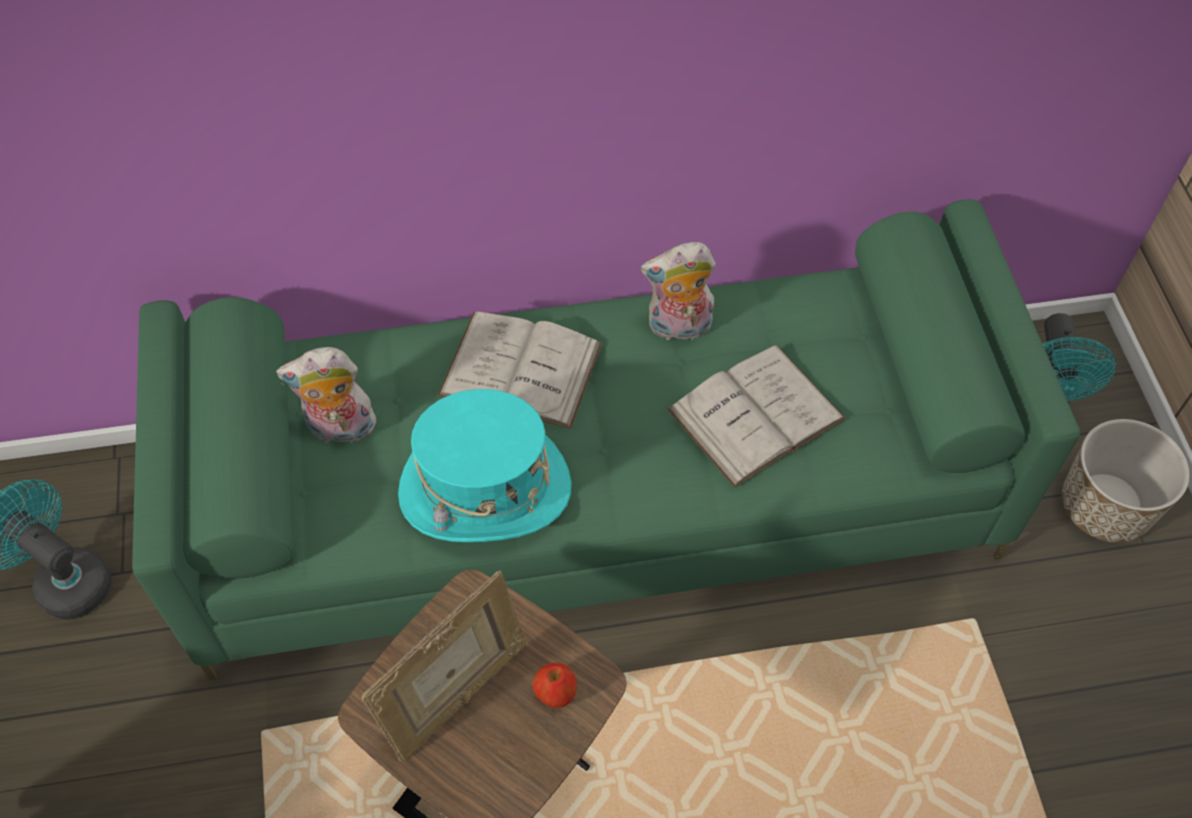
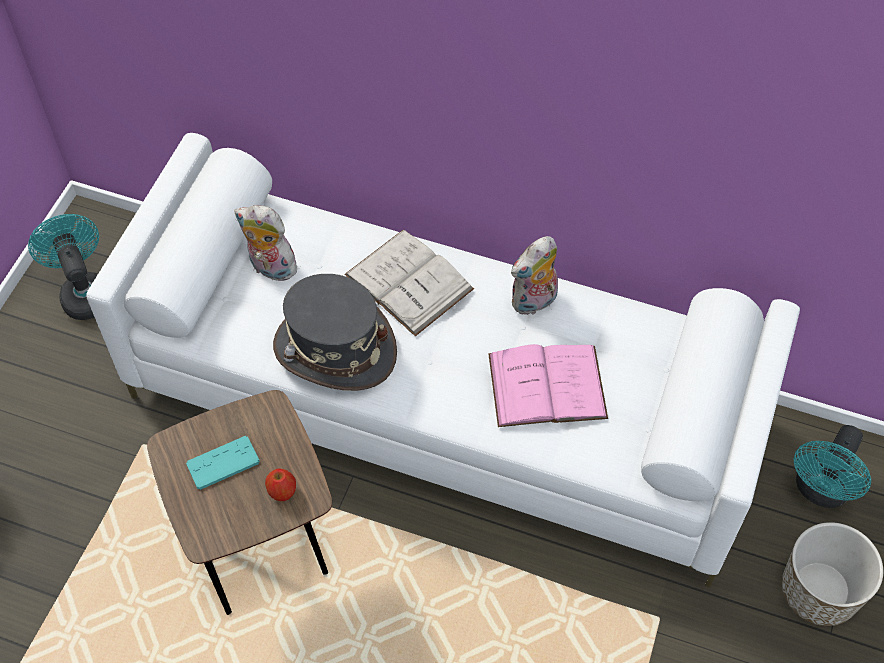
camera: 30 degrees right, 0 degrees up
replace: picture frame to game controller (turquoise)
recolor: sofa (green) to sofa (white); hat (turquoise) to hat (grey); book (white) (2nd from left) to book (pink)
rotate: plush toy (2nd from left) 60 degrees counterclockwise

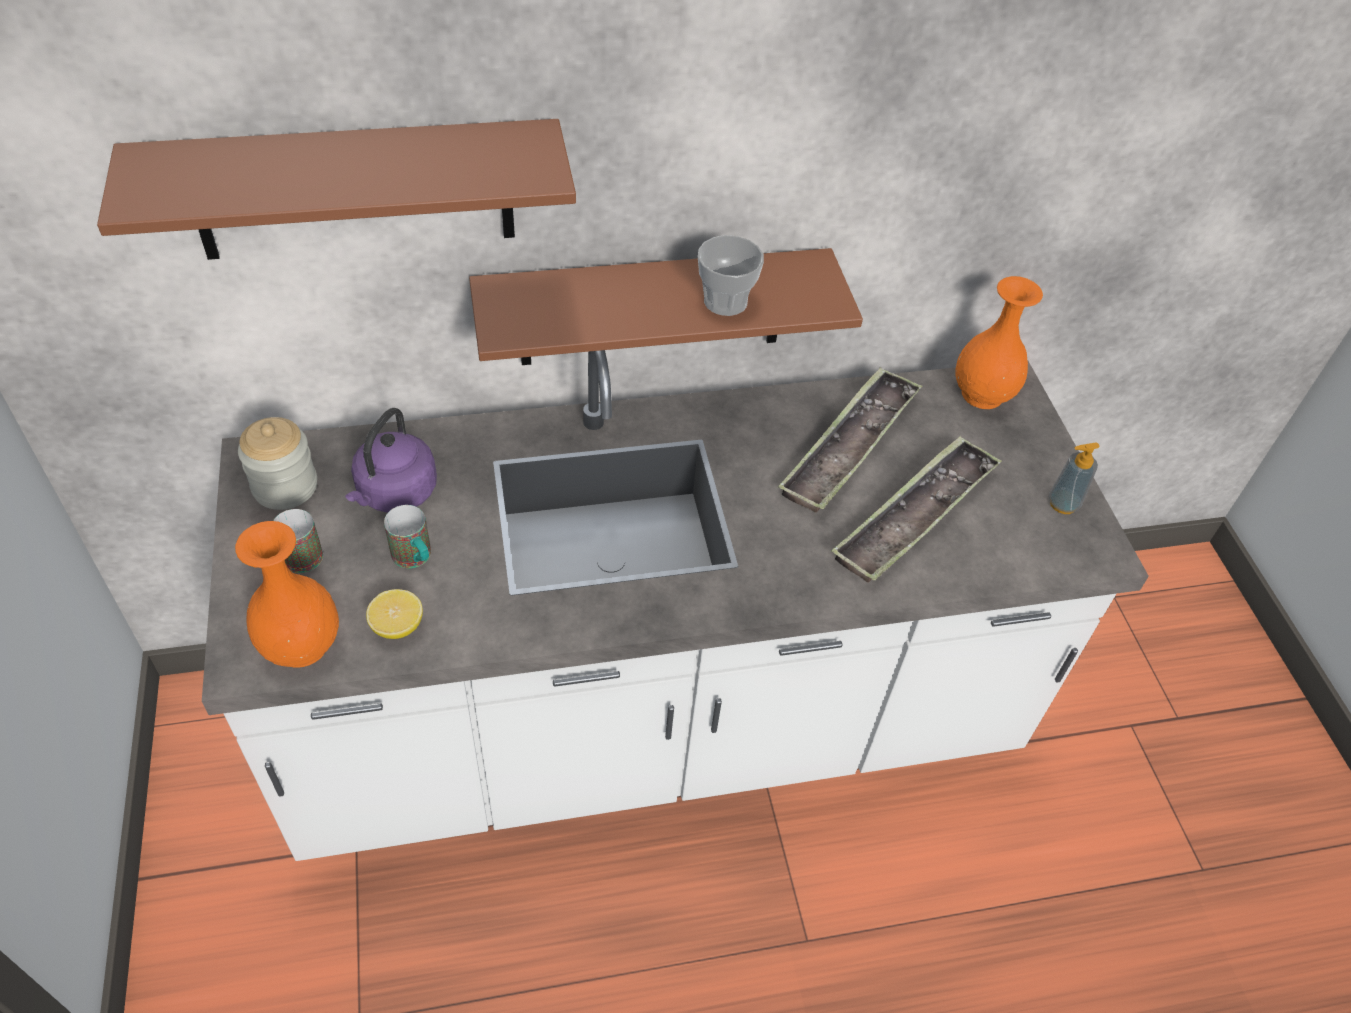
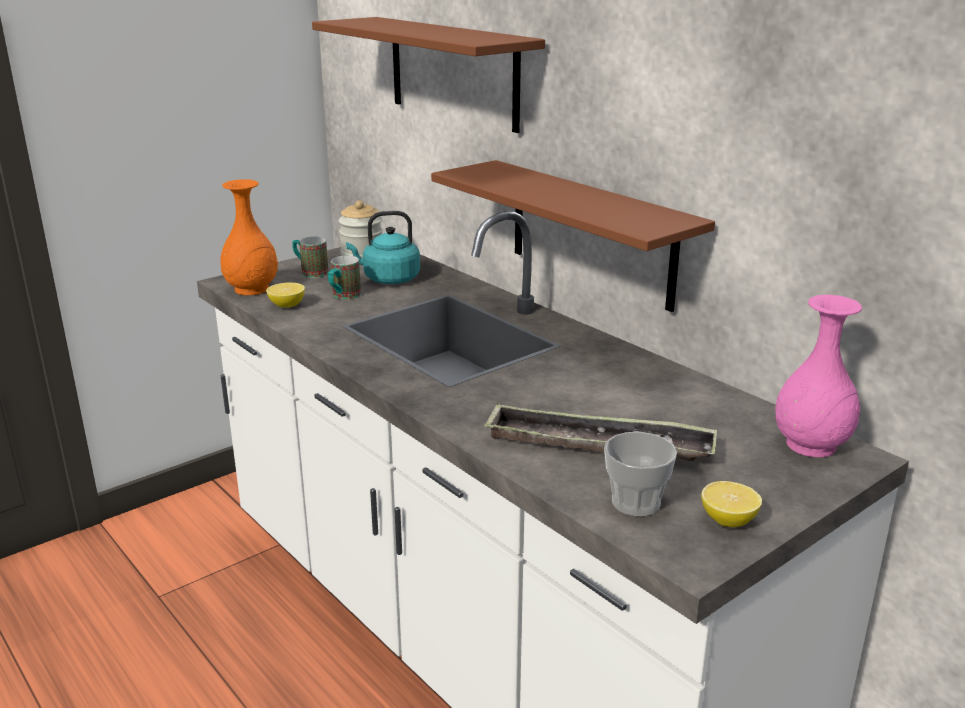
camera: 65 degrees right, 25 degrees down
delete: tray (1st from left)
move: cup
replace: soap dispenser to lemon (2nd from left)
recolor: kettle (purple) to kettle (turquoise); vase (orange) (2nd from left) to vase (pink)

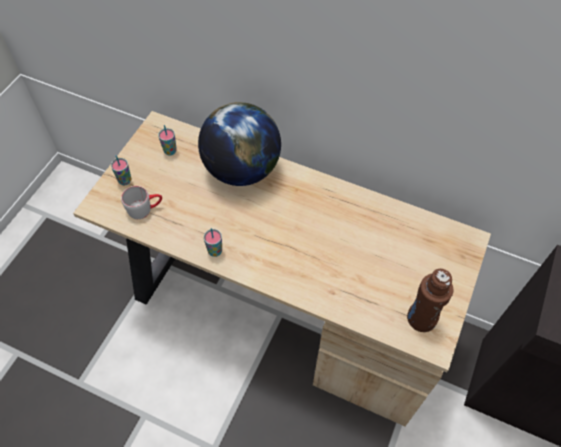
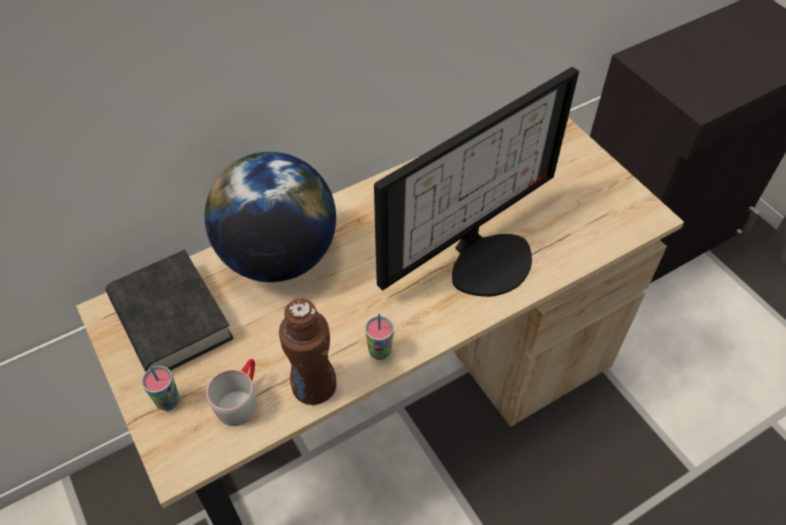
camera: 55 degrees left, 5 degrees down
insert: monitor
move: bottle (brown)
replace: cup (2nd from left) to book (black)

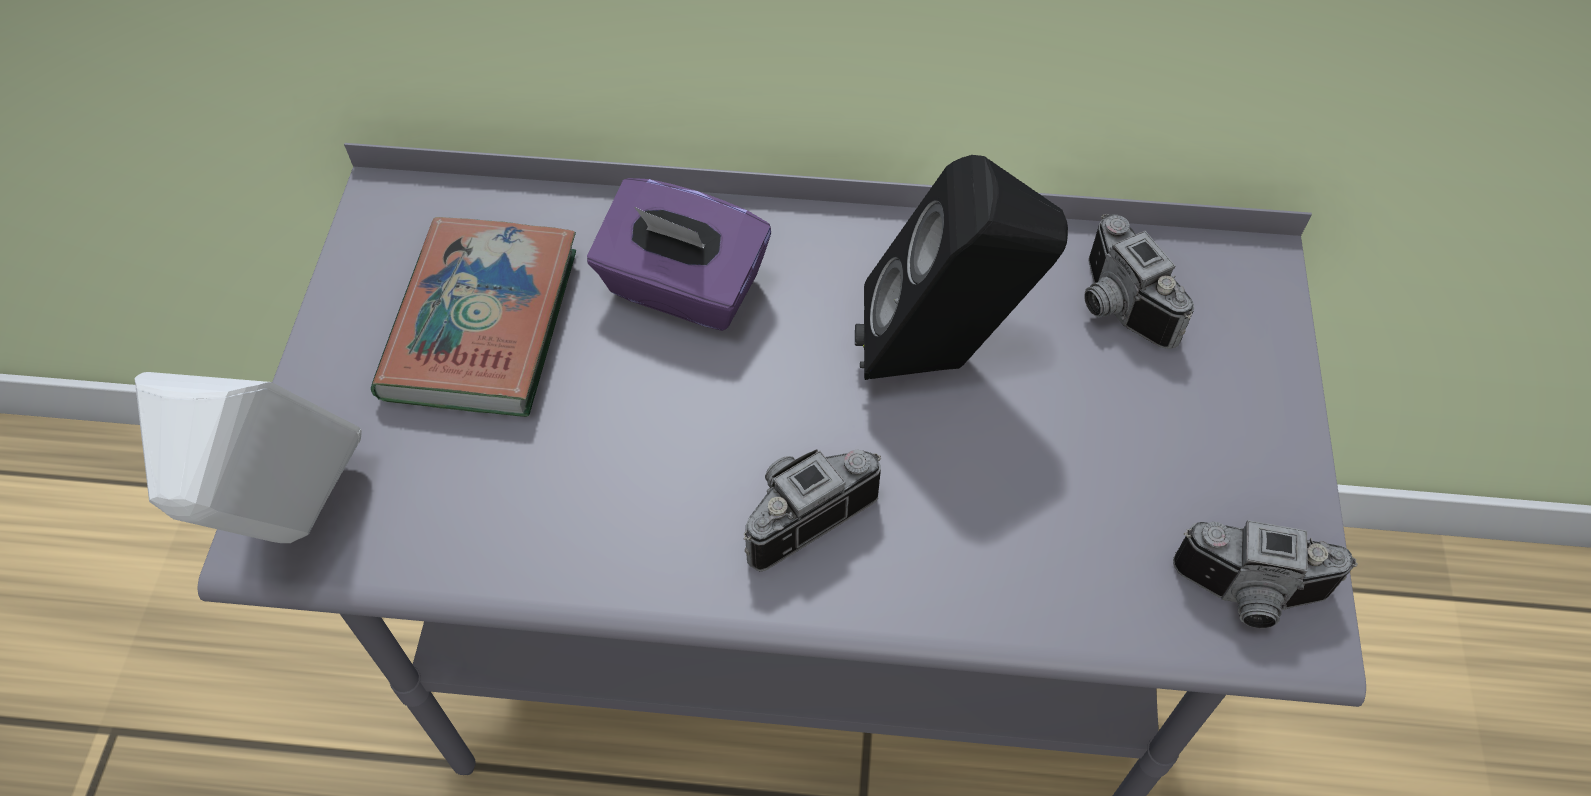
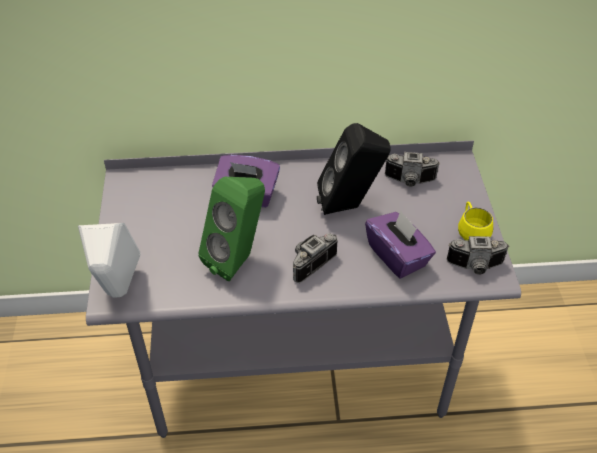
camera: 10 degrees left, 10 degrees down
delete: book
insert: speaker (green); tissue box (purple) (2nd from left); mug (yellow)
rotate: photo camera (2nd from left) 45 degrees counterclockwise

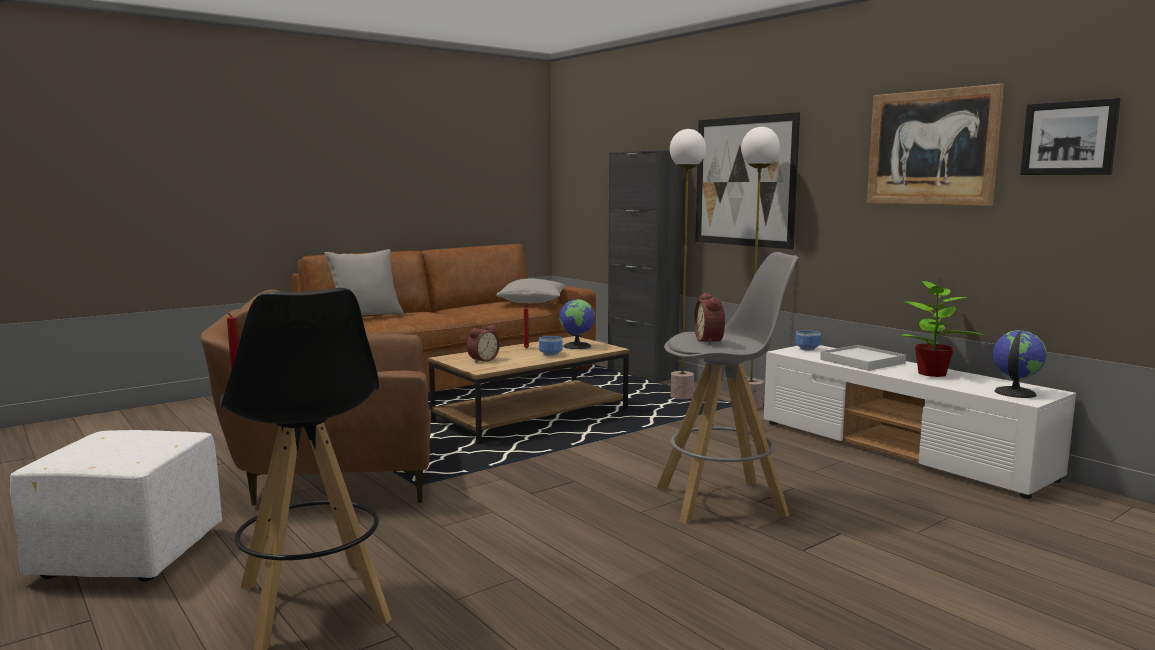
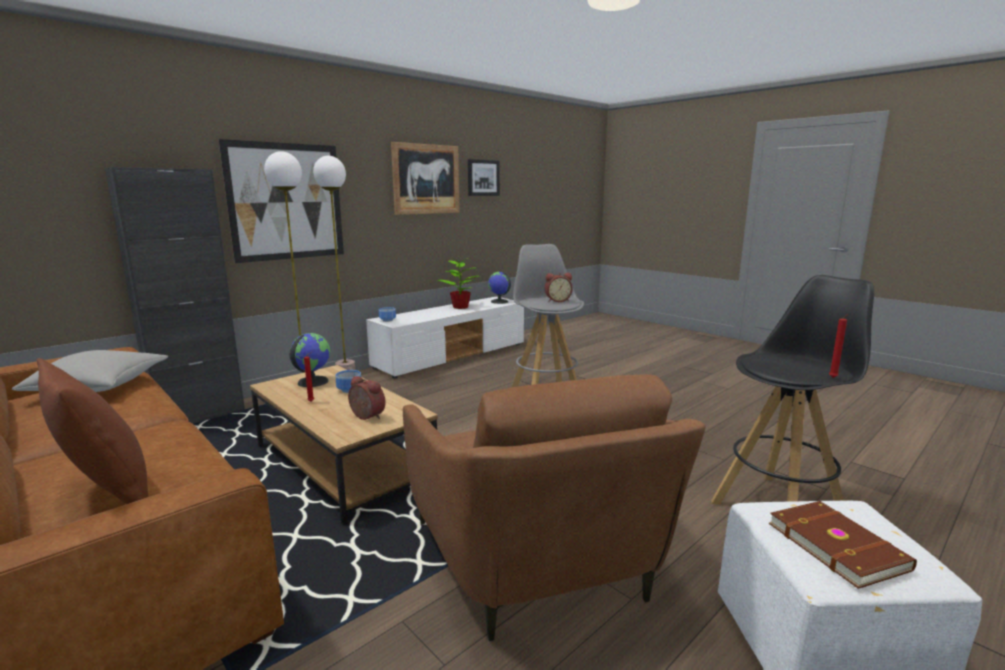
camera: 95 degrees left, 5 degrees up
delete: tray (white)
insert: book (brown)
recolor: pillow (grey) (1st from left) to pillow (brown)

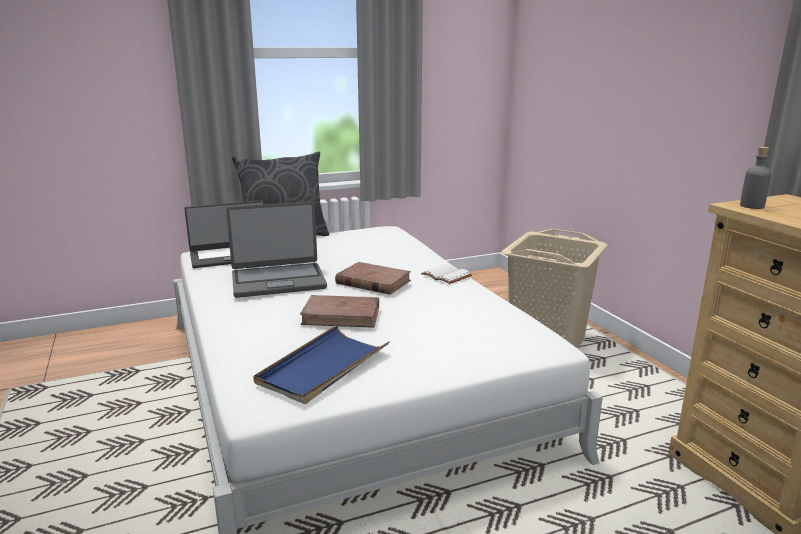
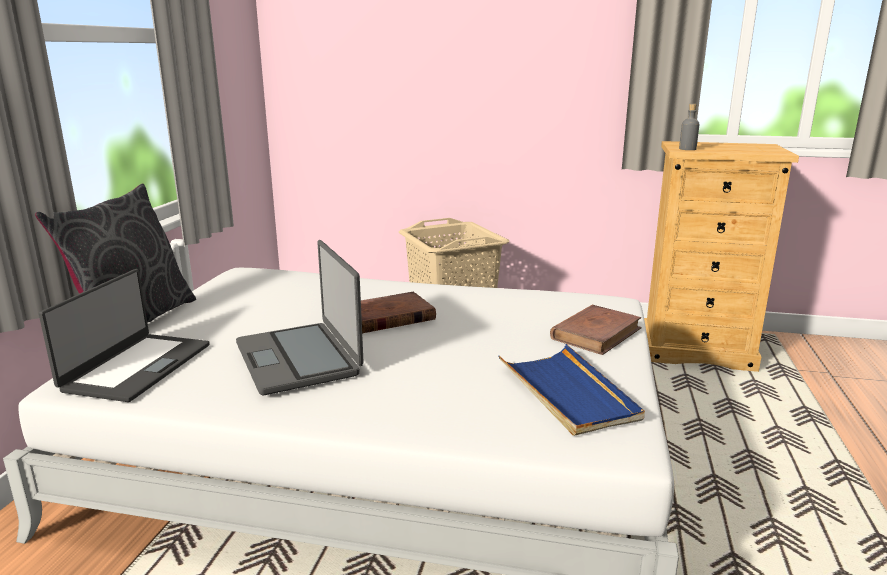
camera: 55 degrees left, 0 degrees up
delete: book (white)
move: book (brown) (1st from left in the first image) to book (brown) (2nd from left)
rotate: laptop (2nd from left) 135 degrees clockwise

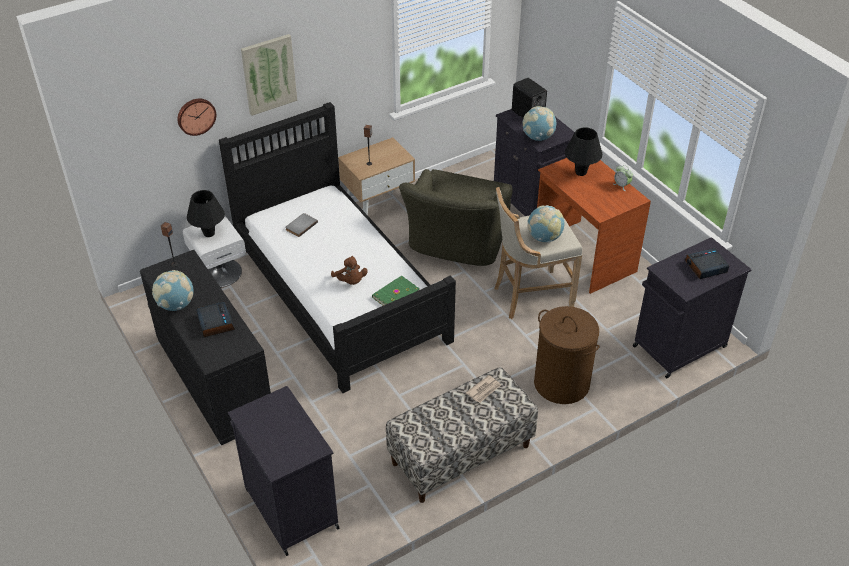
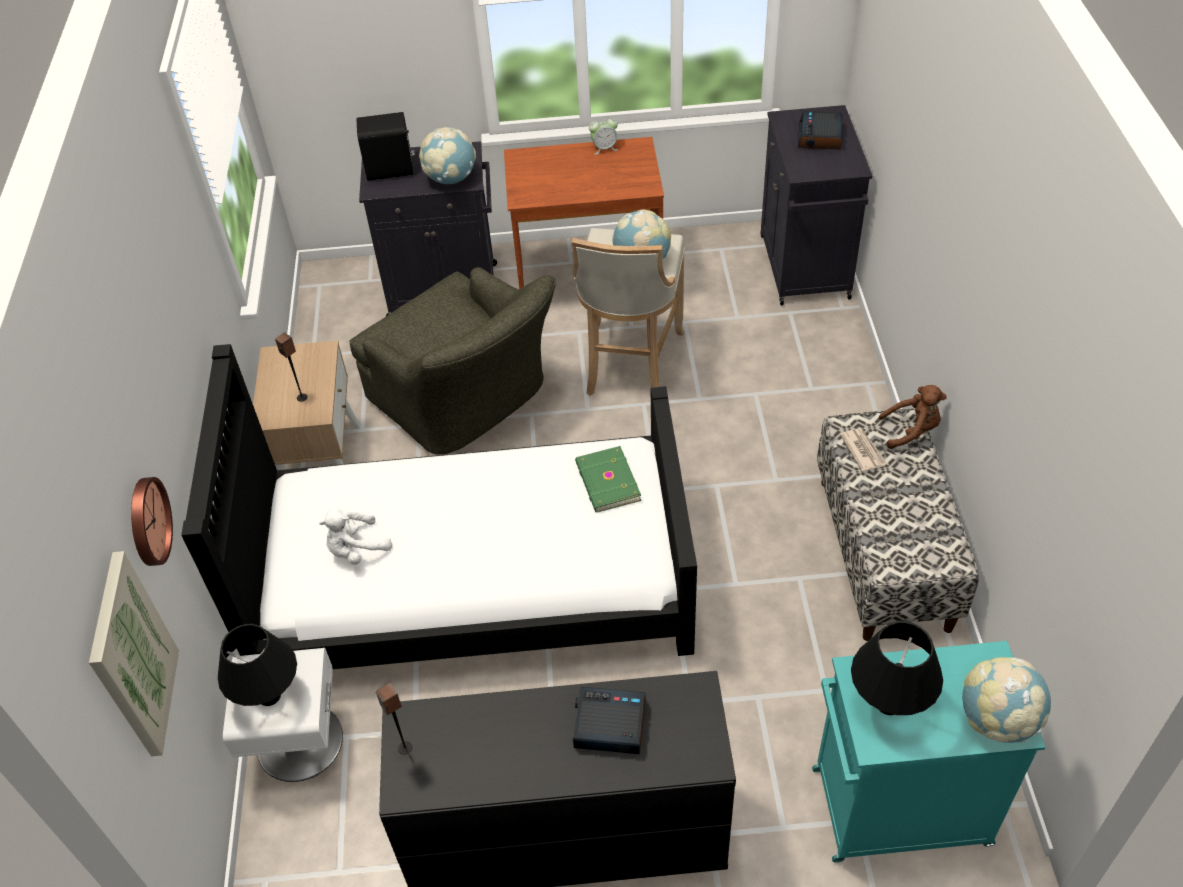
camera: 60 degrees left, 5 degrees up
delete: laundry basket (brown)
move: picture; table lamp (black) (2nd from left); plush toy (brown); globe (1st from left in the first image) to globe (3rd from left)
replace: book (grey) to plush toy (white)
recolor: cabinet (black) (1st from left) to cabinet (turquoise)

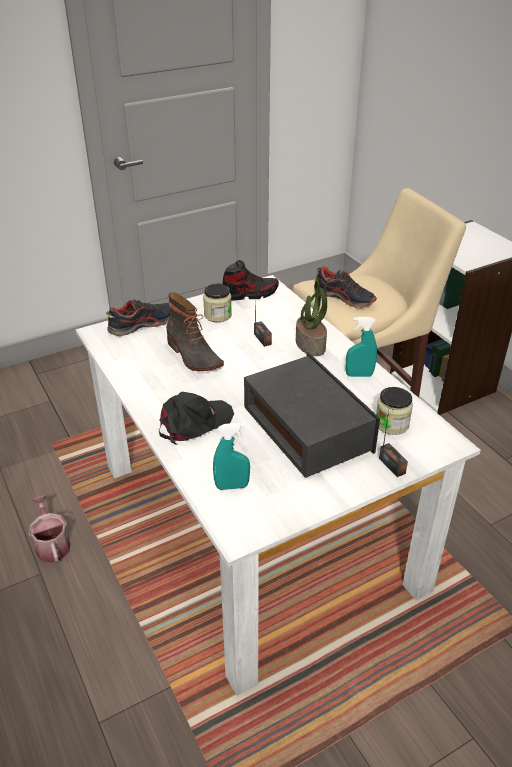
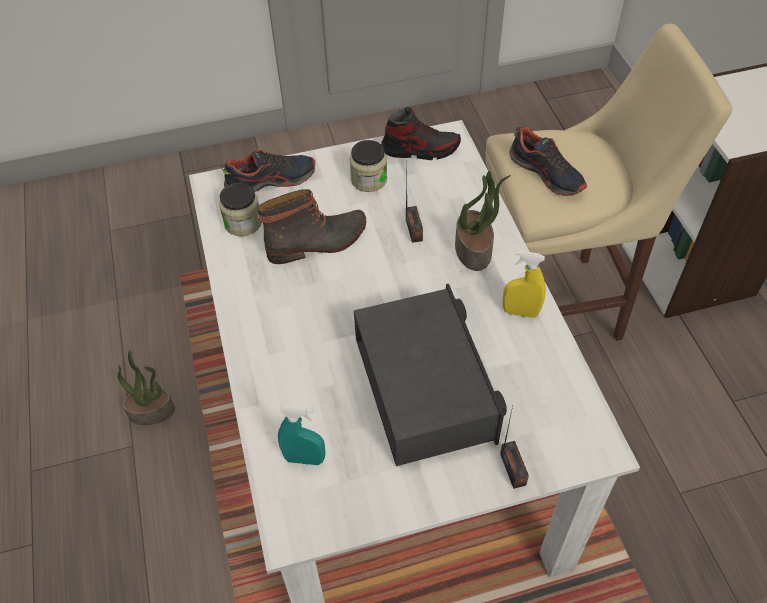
camera: 15 degrees right, 15 degrees up
delete: cap (black)
move: jar (2nd from left in the first image) to jar (1st from left)
replace: watering can to potted plant (1st from left)
recolor: spray bottle (turquoise) (2nd from left) to spray bottle (yellow)
rotate: boot 90 degrees counterclockwise

